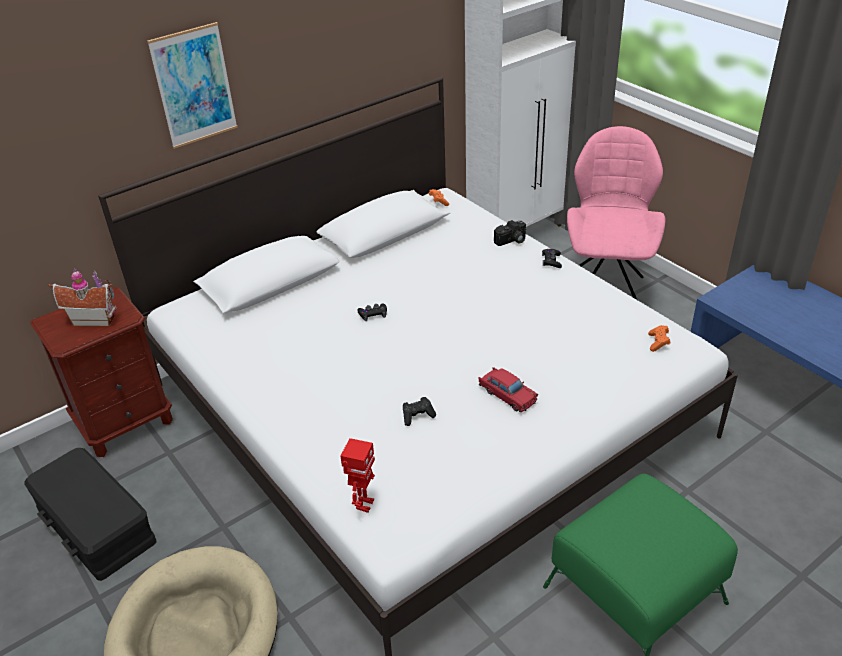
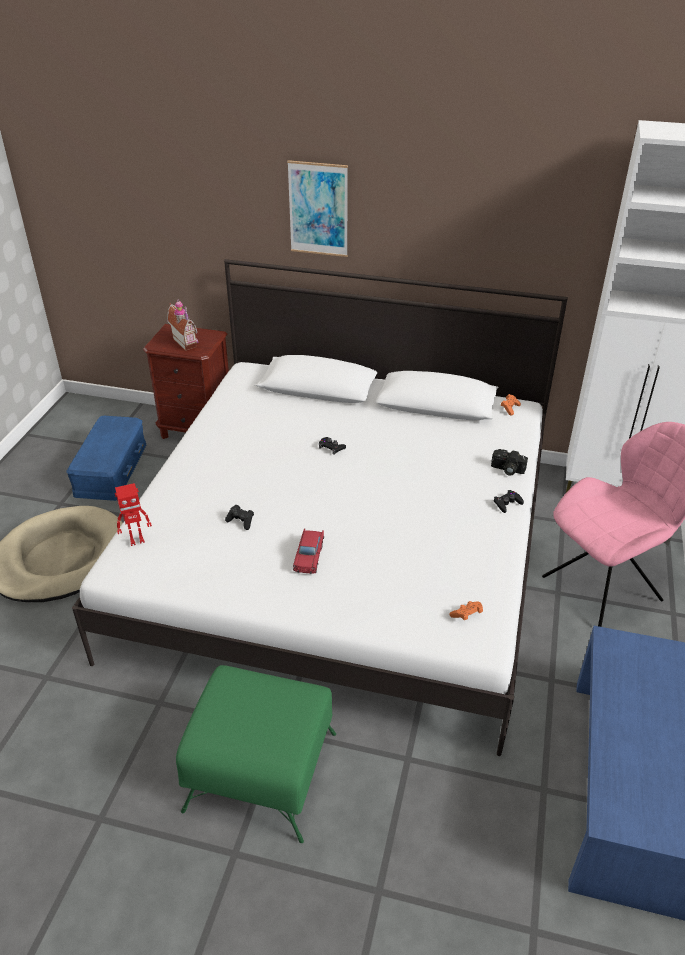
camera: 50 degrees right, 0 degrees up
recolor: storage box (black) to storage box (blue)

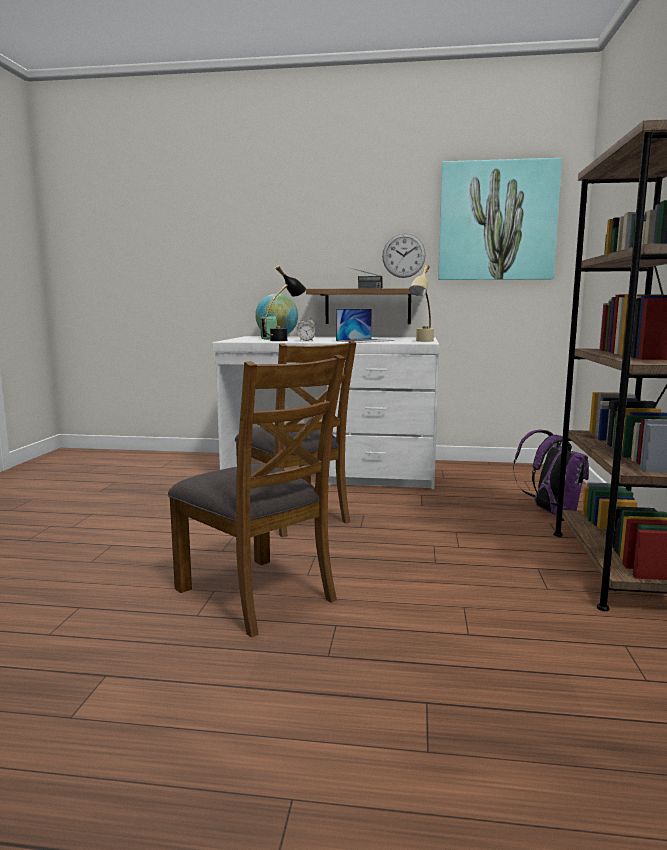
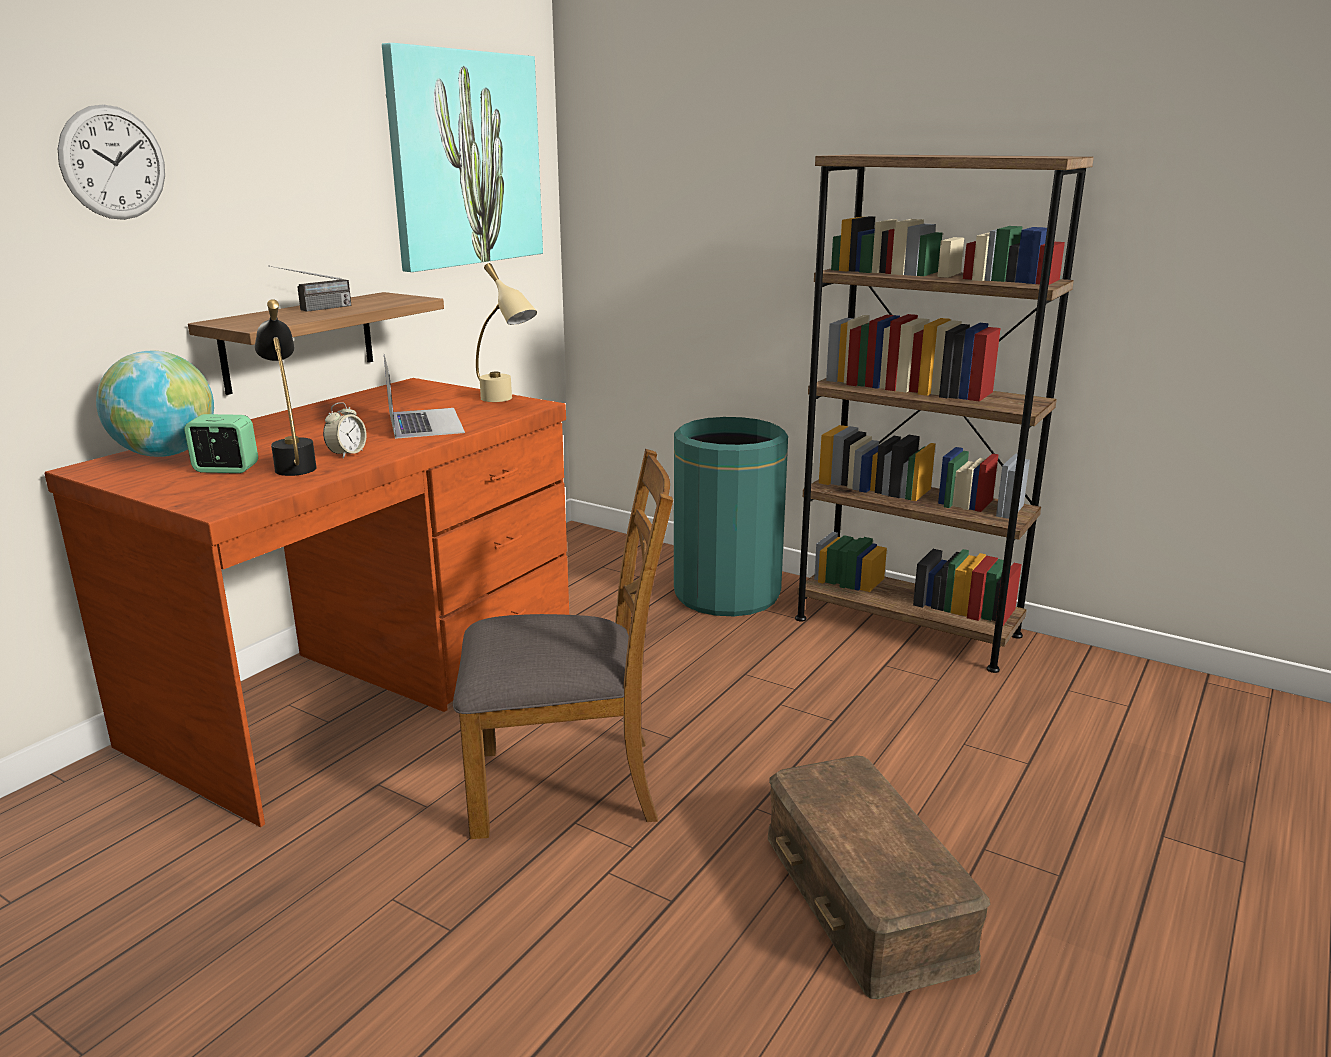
camera: 65 degrees left, 10 degrees up
move: wall clock
replace: backpack (purple) to trash can (green); chair (brown) (1st from left) to storage box (brown)
recolor: desk (white) to desk (brown)

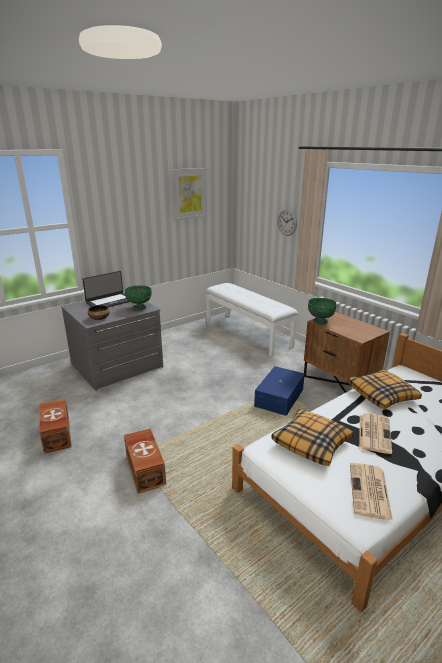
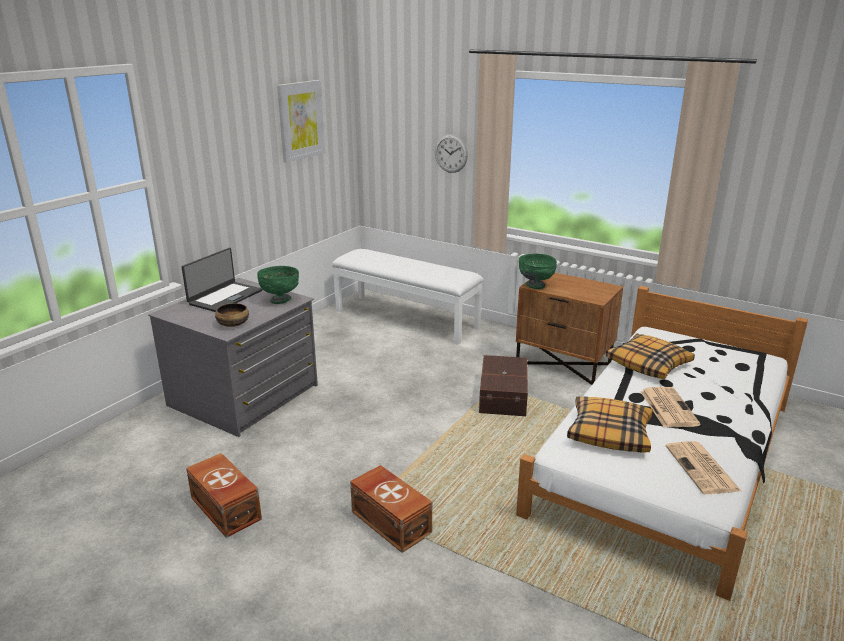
camera: 20 degrees left, 0 degrees up
recolor: storage box (blue) to storage box (brown) (3rd from left)

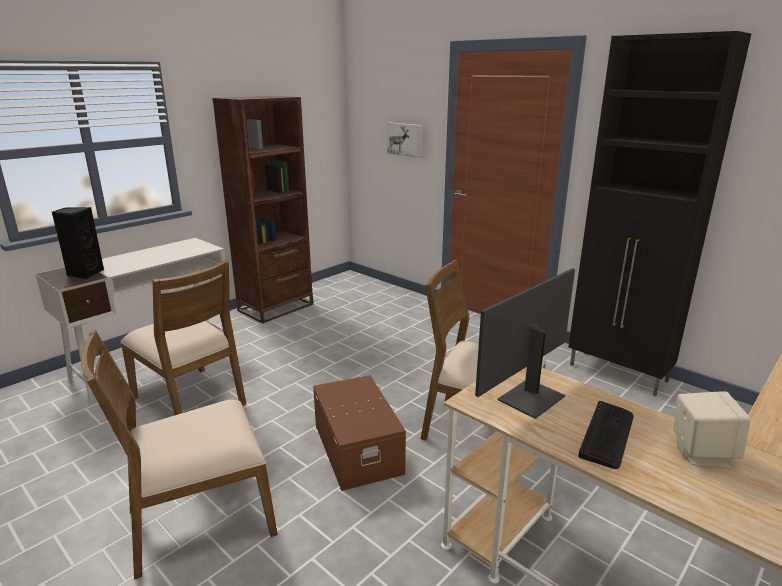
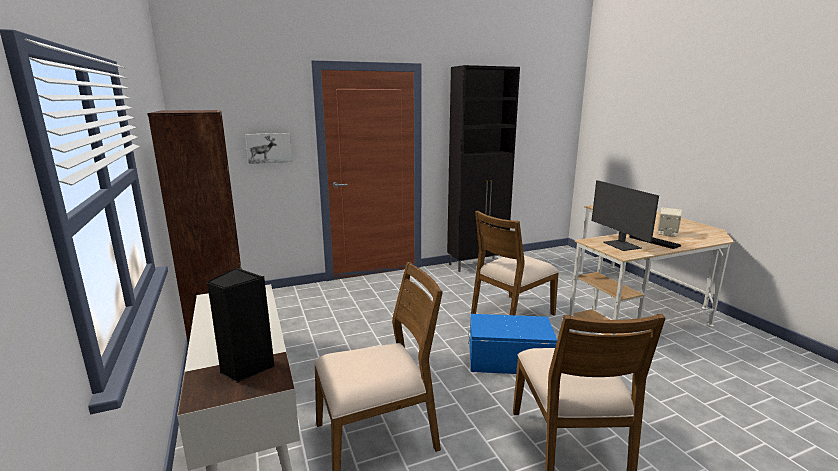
camera: 65 degrees left, 5 degrees down
recolor: storage box (brown) to storage box (blue)

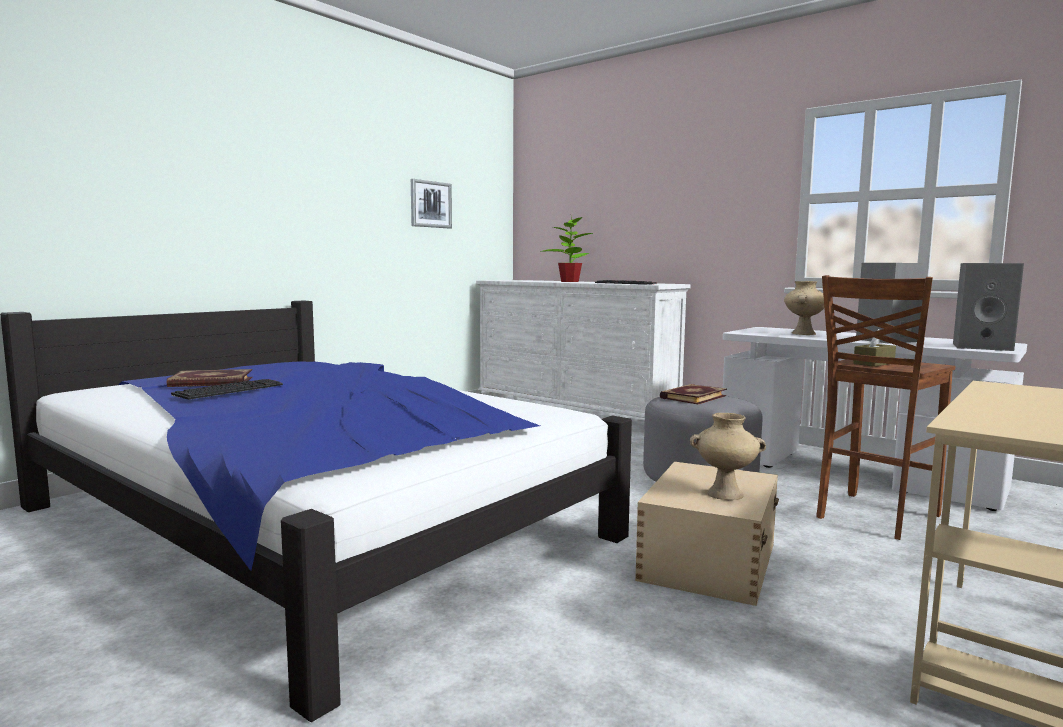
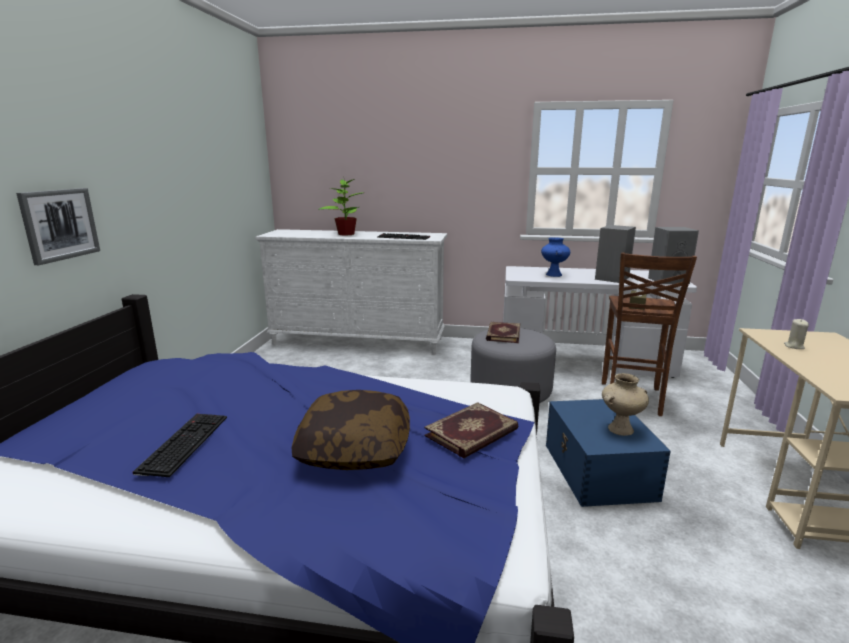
camera: 30 degrees left, 10 degrees up
insert: pillow; candle (beige)
move: picture; book (1st from left)
recolor: vase (beige) (2nd from left) to vase (blue); storage box (beige) to storage box (blue)

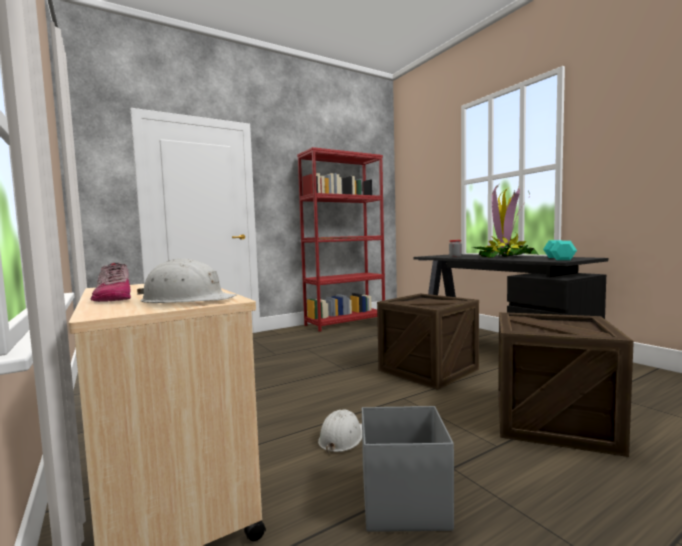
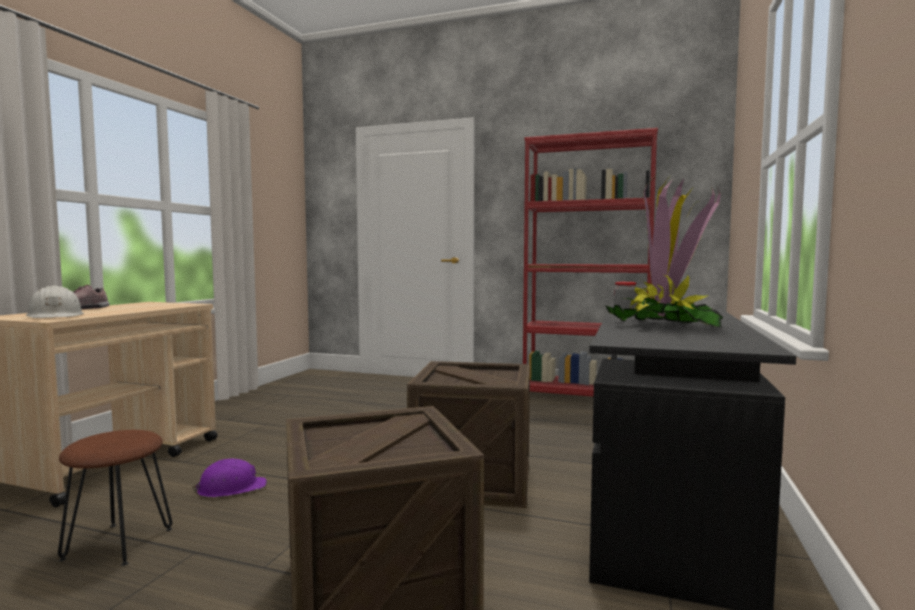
camera: 50 degrees right, 0 degrees up
delete: dumbbell (turquoise)
replace: storage box (grey) to stool (brown)
recolor: hard hat (white) (2nd from left) to hard hat (purple)

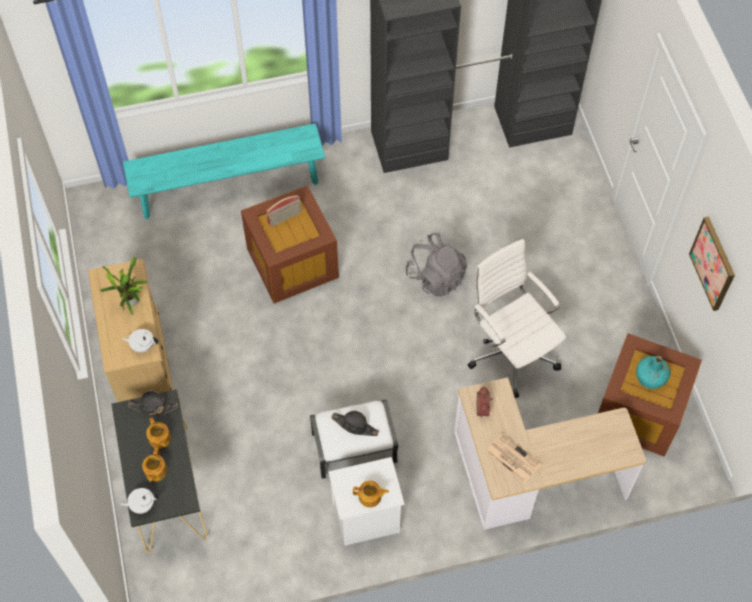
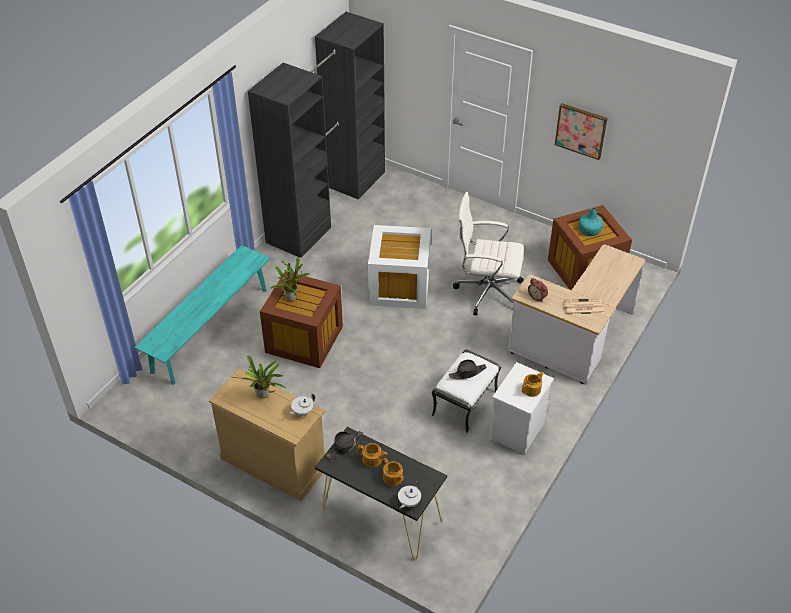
camera: 45 degrees left, 15 degrees down
replace: radio to potted plant (2nd from left); backpack (grey) to storage box (white)

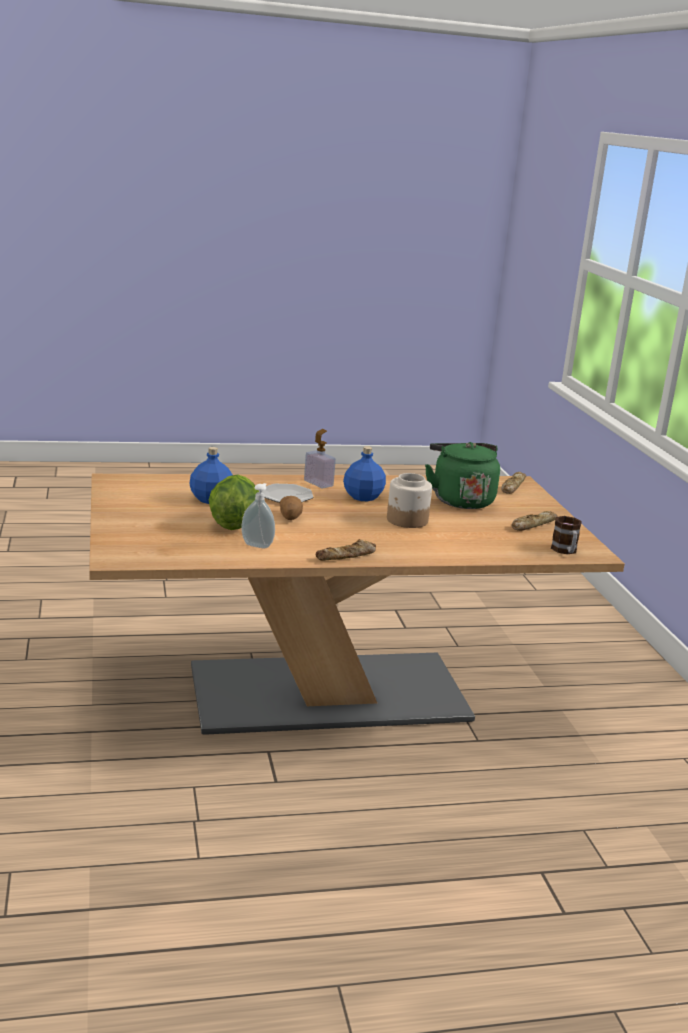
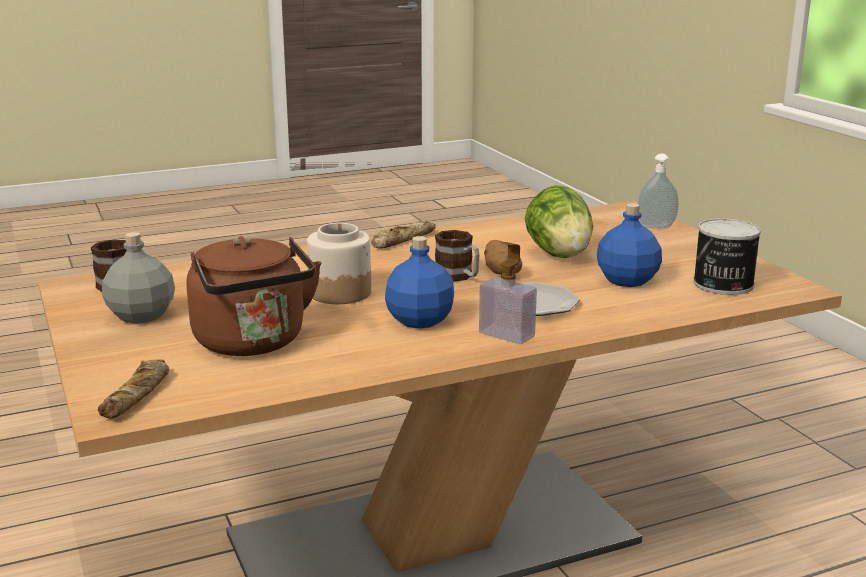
camera: 170 degrees right, 0 degrees up
insert: mug (2nd from left); can
move: soap dispenser (1st from left in the first image) to soap dispenser (2nd from left)
replace: bread (3rd from left) to bottle (grey)
recolor: kettle (green) to kettle (brown)

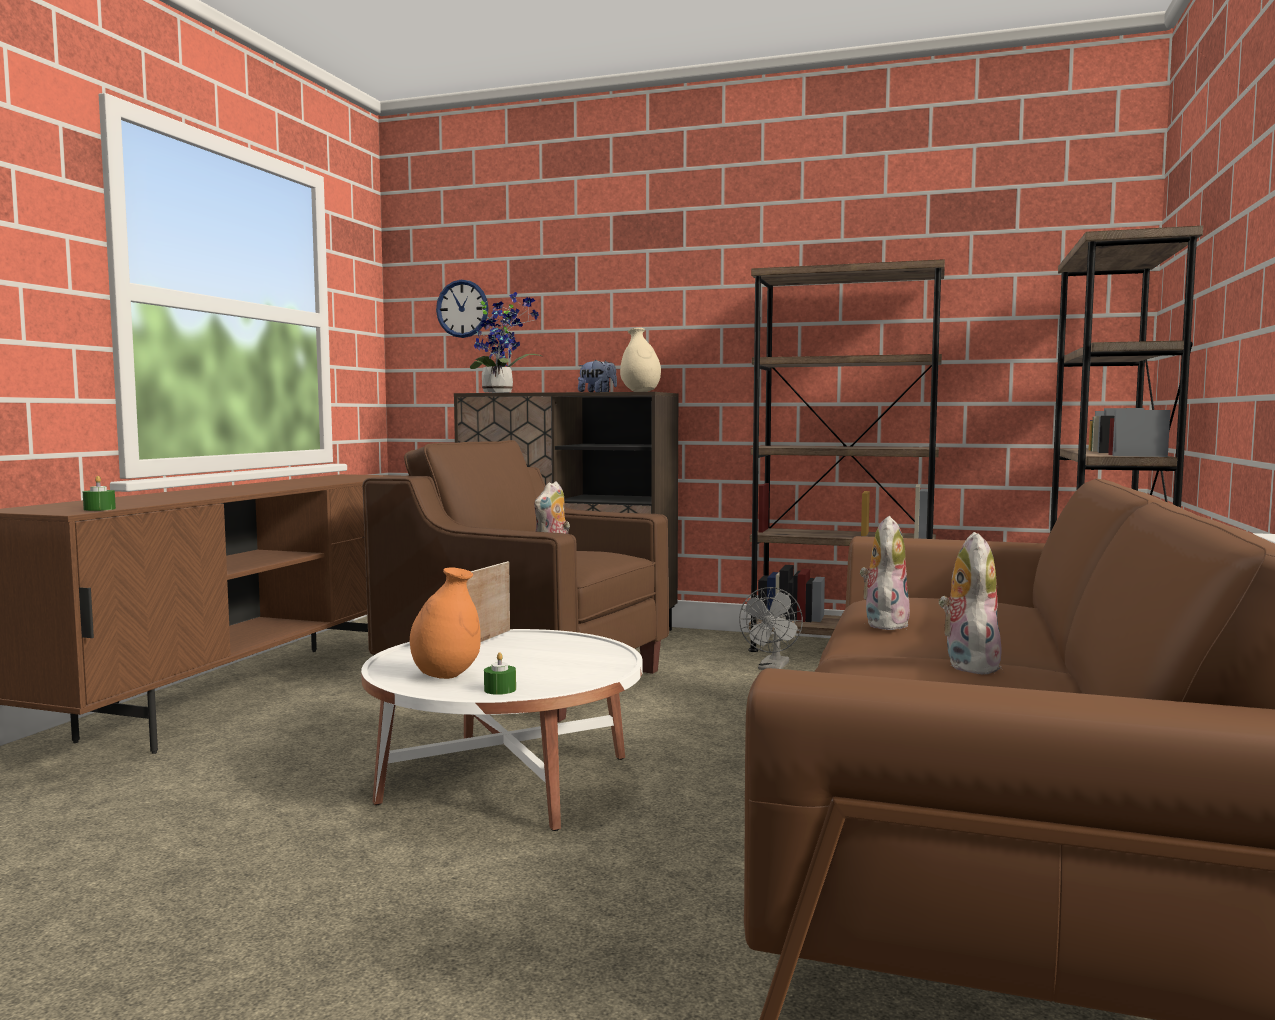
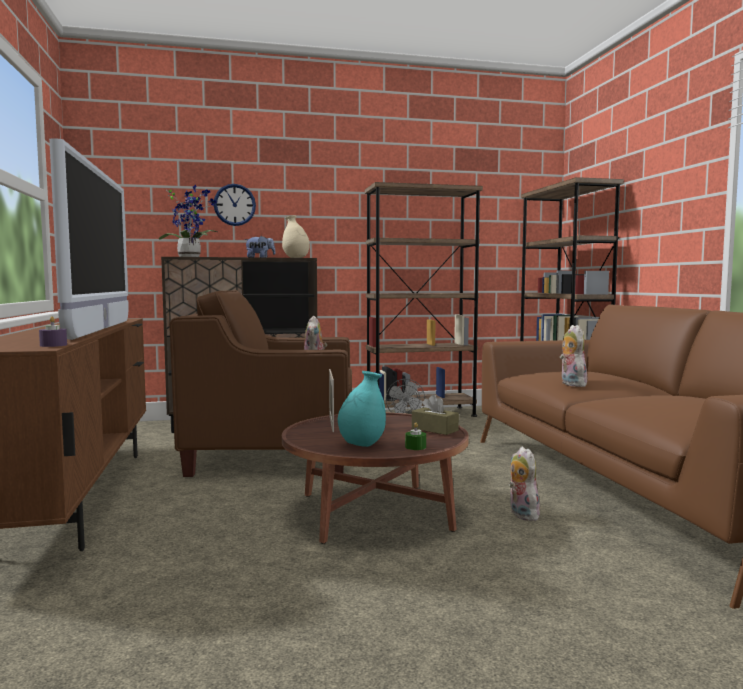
camera: 30 degrees left, 0 degrees up
insert: television; tissue box (brown)
move: wall clock; plush toy (4th from left in the first image) to plush toy (3rd from left)
recolor: candle (green) (1st from left) to candle (purple); coffee table (white) to coffee table (brown); vase (orange) to vase (turquoise)

